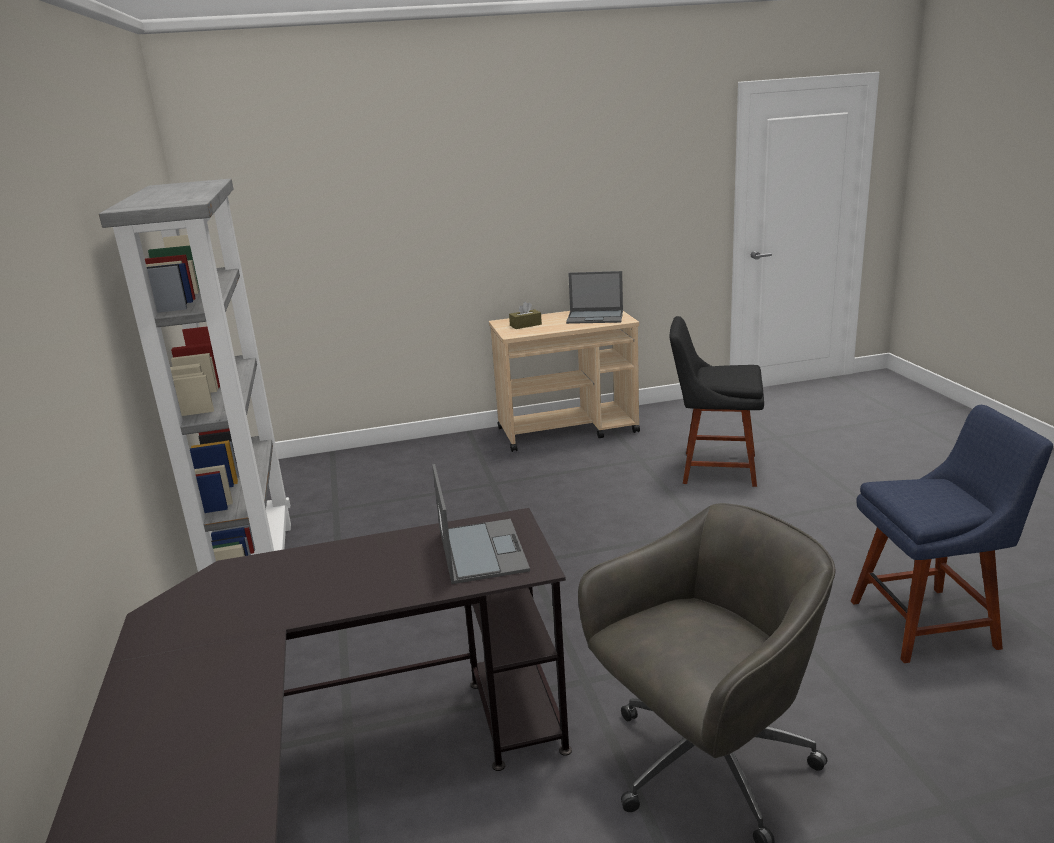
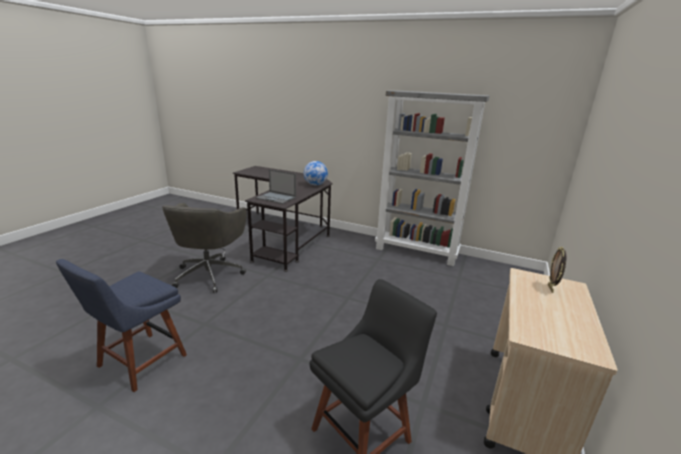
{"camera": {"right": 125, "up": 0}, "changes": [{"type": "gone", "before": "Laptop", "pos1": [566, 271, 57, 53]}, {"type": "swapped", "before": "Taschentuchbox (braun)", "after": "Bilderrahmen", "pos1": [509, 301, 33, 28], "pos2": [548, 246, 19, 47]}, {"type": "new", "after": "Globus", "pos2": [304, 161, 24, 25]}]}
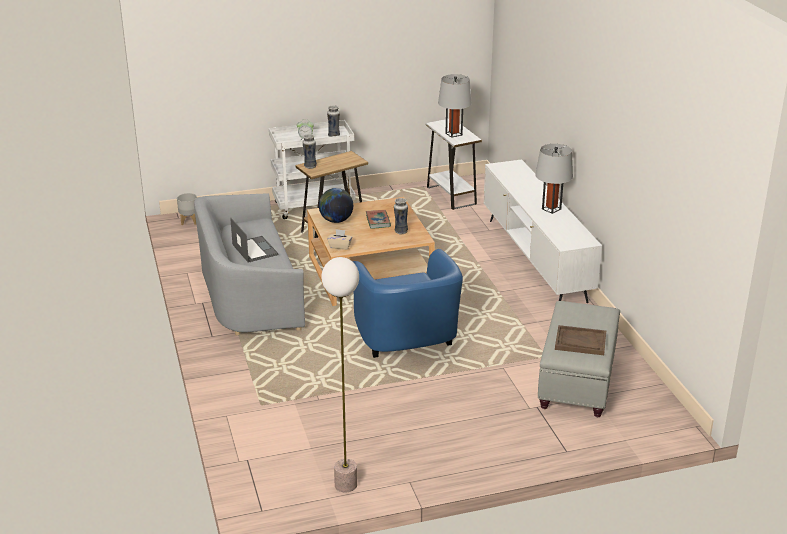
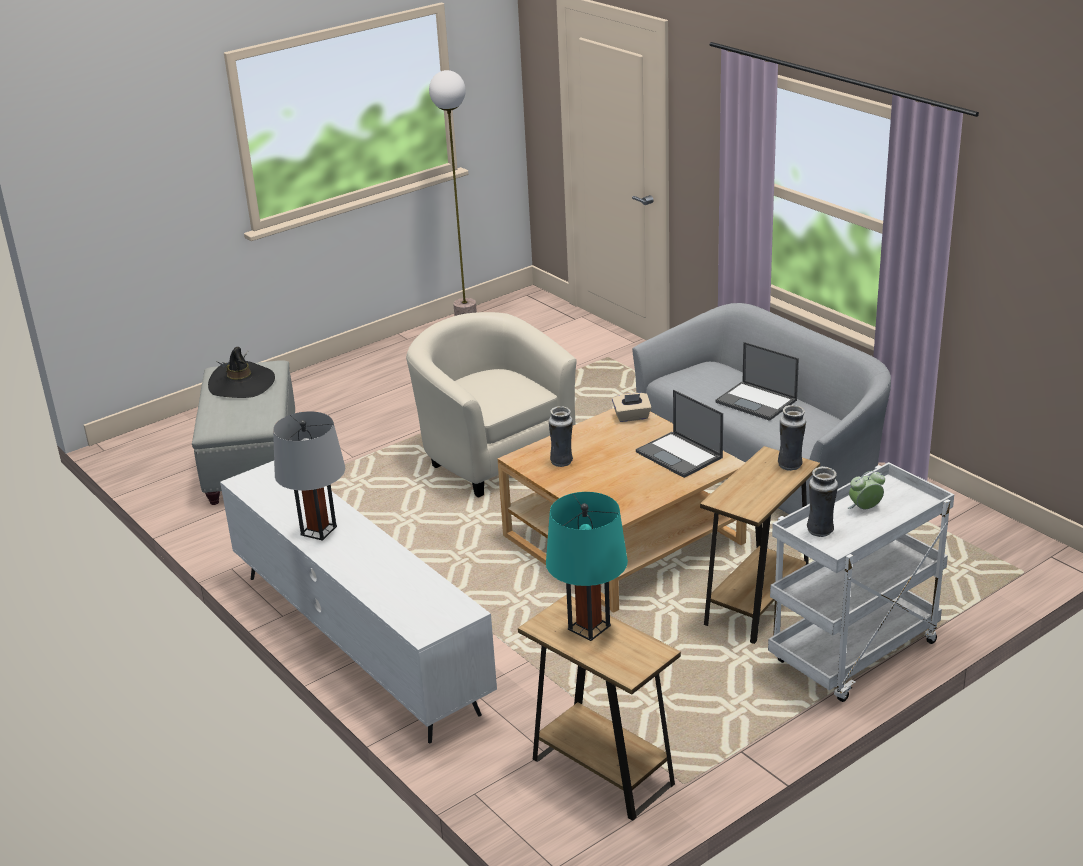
{"camera": {"right": 160, "up": 0}, "changes": [{"type": "repainted", "before": "Tischlampe (grau)", "after": "Tischlampe (türkis)", "pos1": [438, 74, 34, 64], "pos2": [546, 492, 82, 149]}, {"type": "repainted", "before": "Beistelltisch (weiß)", "after": "Beistelltisch (braun)", "pos1": [426, 119, 56, 91], "pos2": [518, 594, 163, 227]}, {"type": "swapped", "before": "Globus", "after": "Laptop", "pos1": [319, 188, 34, 35], "pos2": [636, 390, 87, 88]}, {"type": "gone", "before": "Pflanzkübel (grau)", "pos1": [177, 193, 20, 32]}, {"type": "gone", "before": "Buch", "pos1": [366, 210, 25, 19]}, {"type": "repainted", "before": "Sessel (blau)", "after": "Sessel (beige)", "pos1": [352, 249, 111, 109], "pos2": [406, 312, 171, 186]}, {"type": "swapped", "before": "Tablett (braun)", "after": "Hut (schwarz)", "pos1": [555, 325, 51, 30], "pos2": [208, 347, 67, 51]}]}
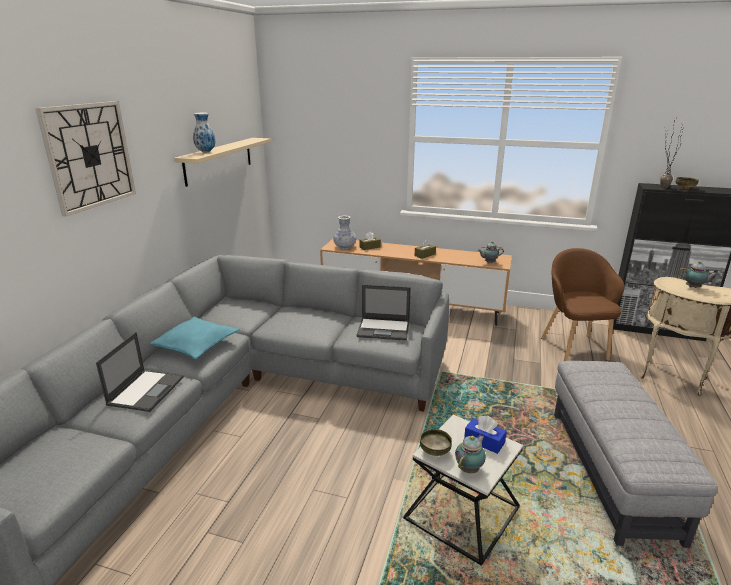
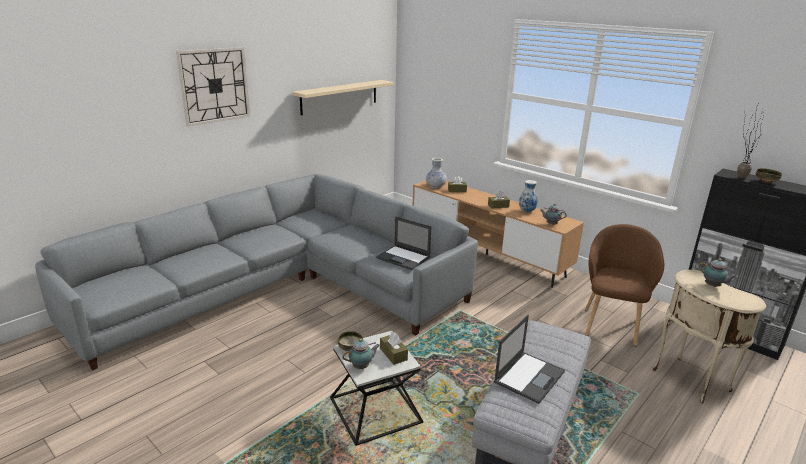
{"camera": {"right": 25, "up": 0}, "changes": [{"type": "shifted", "before": "Vase", "pos1": [193, 113, 22, 39], "pos2": [519, 180, 19, 32]}, {"type": "gone", "before": "Kissen (türkis)", "pos1": [150, 317, 90, 42]}, {"type": "shifted", "before": "Laptop", "pos1": [96, 332, 87, 80], "pos2": [494, 315, 71, 89]}, {"type": "repainted", "before": "Taschentuchbox (blau)", "after": "Taschentuchbox (braun)", "pos1": [464, 416, 43, 38], "pos2": [380, 332, 28, 33]}]}
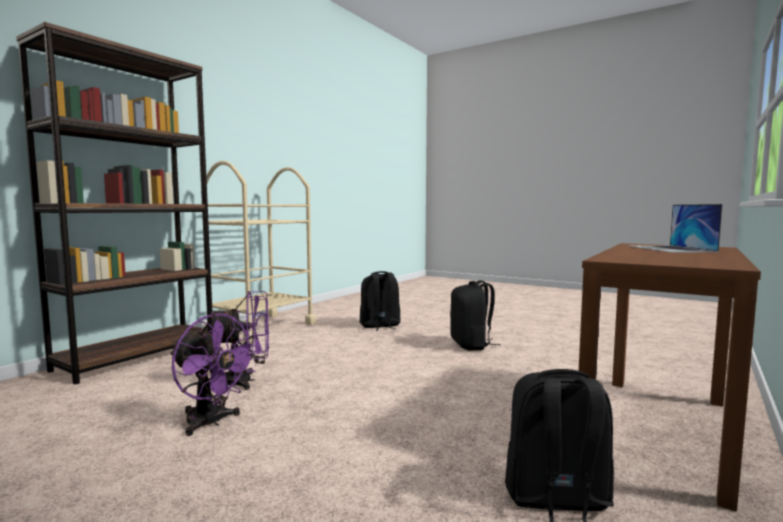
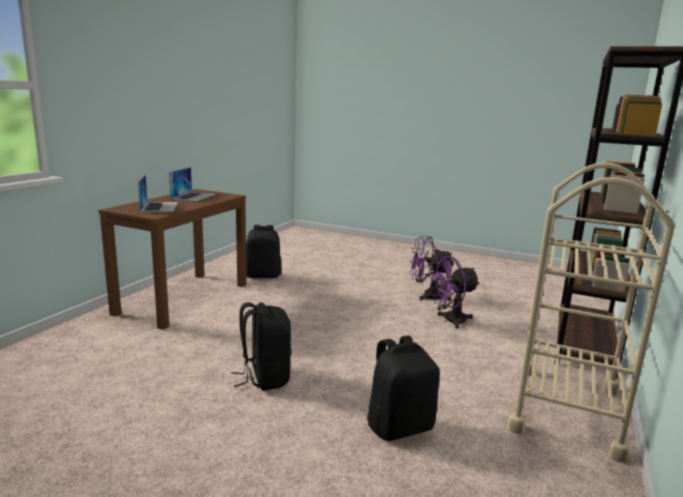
{"camera": {"right": 170, "up": 10}, "changes": [{"type": "new", "after": "Laptop", "pos2": [169, 167, 46, 34]}]}
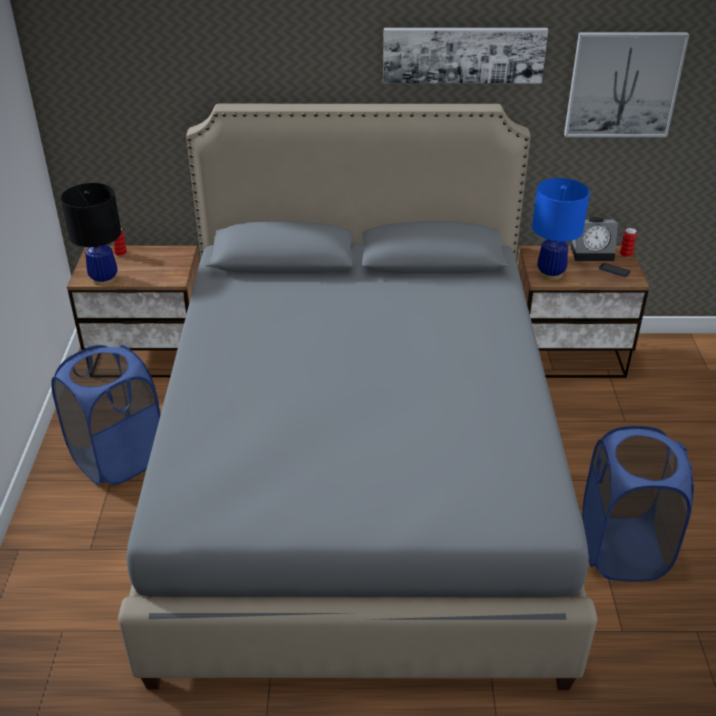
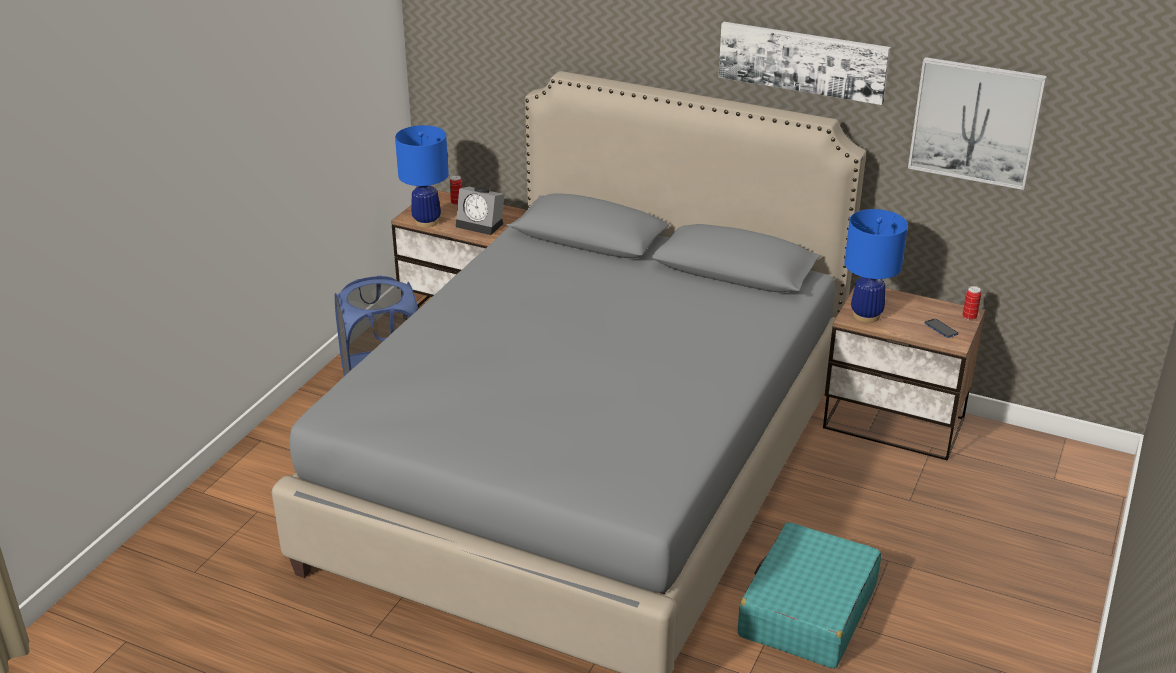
{"camera": {"right": 25, "up": -5}, "changes": [{"type": "repainted", "before": "Tischlampe (schwarz)", "after": "Tischlampe (blau)", "pos1": [61, 183, 60, 103], "pos2": [395, 125, 54, 102]}, {"type": "shifted", "before": "Wecker", "pos1": [571, 217, 47, 44], "pos2": [456, 187, 49, 48]}, {"type": "swapped", "before": "Wäschekorb (blau)", "after": "Koffer (türkis)", "pos1": [582, 426, 112, 156], "pos2": [738, 522, 143, 147]}]}
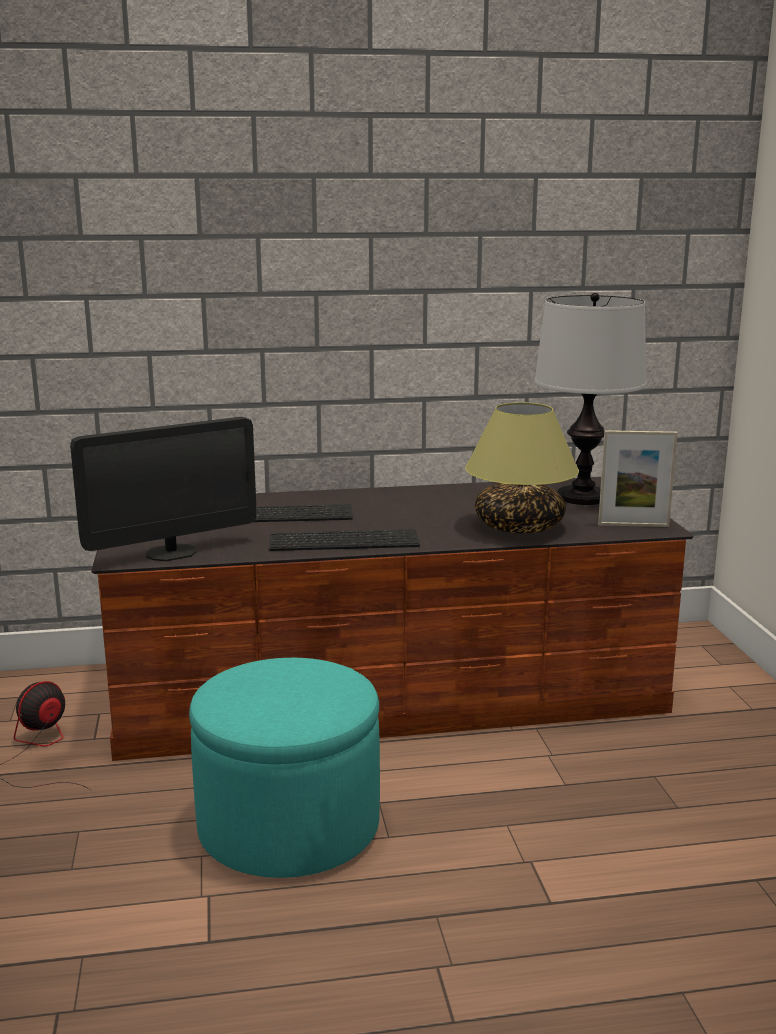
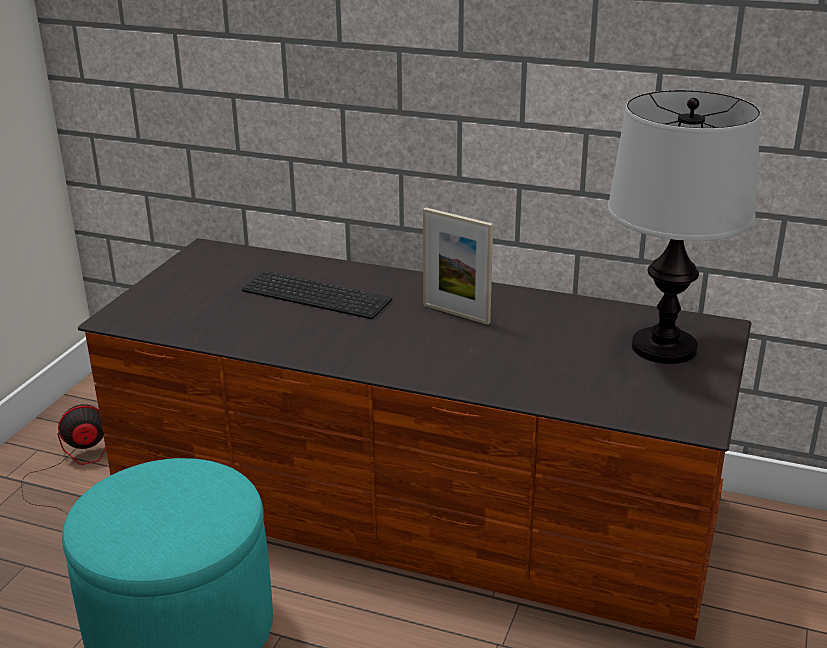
{"camera": {"right": 30, "up": 10}, "changes": [{"type": "gone", "before": "Tischlampe", "pos1": [465, 402, 114, 132]}, {"type": "gone", "before": "Monitor", "pos1": [70, 417, 186, 144]}, {"type": "shifted", "before": "Bilderrahmen", "pos1": [598, 430, 79, 97], "pos2": [423, 207, 70, 118]}, {"type": "gone", "before": "Tastatur", "pos1": [269, 529, 151, 22]}]}
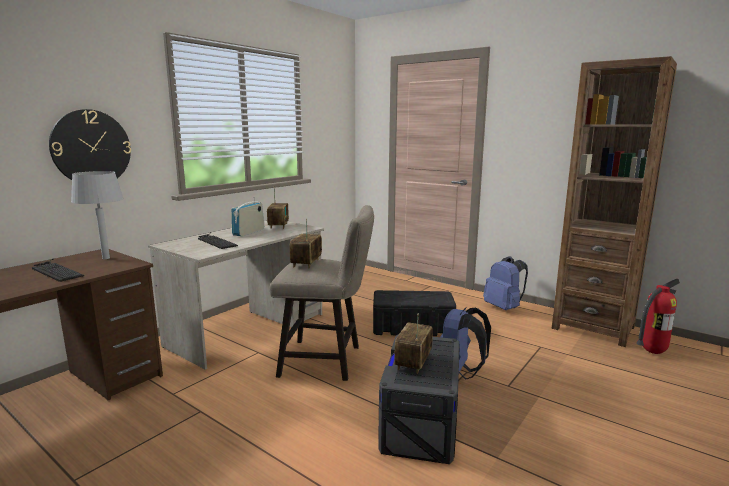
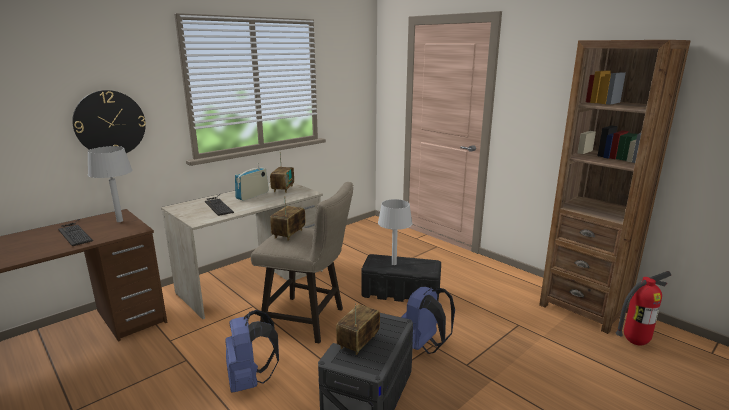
{"camera": {"right": 10, "up": 5}, "changes": [{"type": "shifted", "before": "Rucksack (blau)", "pos1": [483, 256, 45, 54], "pos2": [225, 310, 54, 83]}, {"type": "new", "after": "Tischlampe (grau)", "pos2": [378, 199, 35, 66]}]}
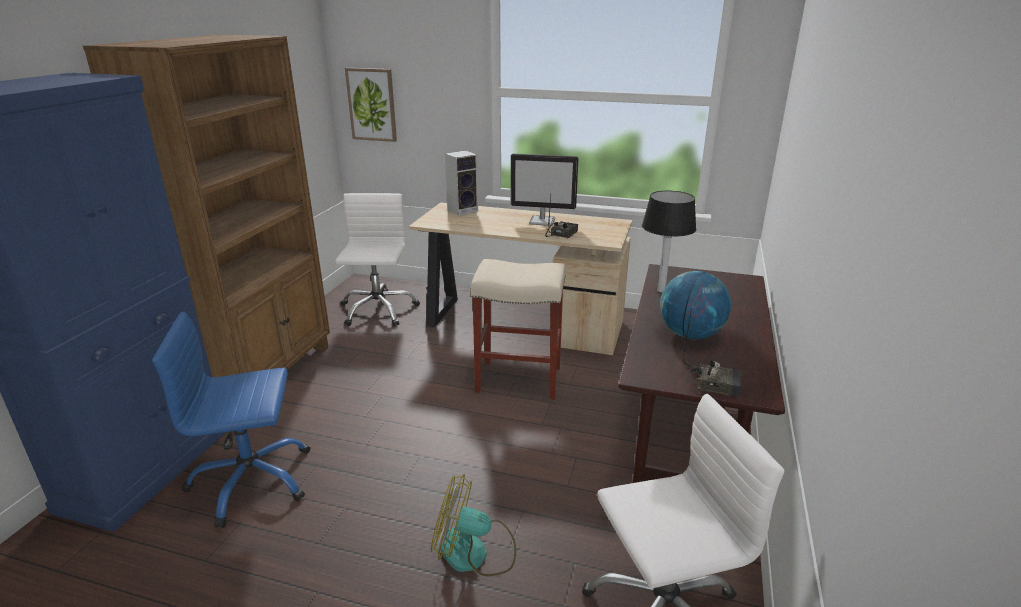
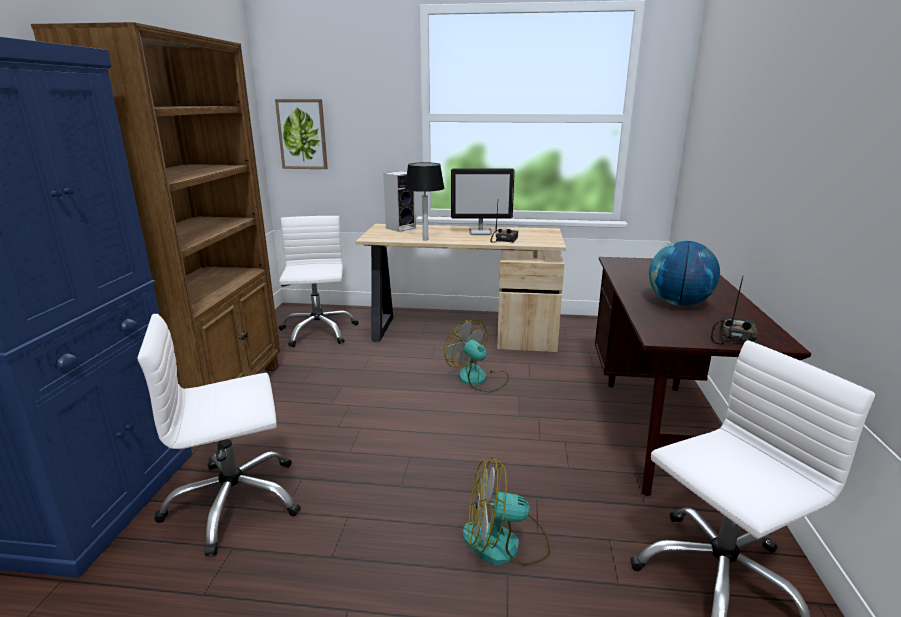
{"camera": {"right": -10, "up": -5}, "changes": [{"type": "shifted", "before": "Tischlampe", "pos1": [642, 191, 54, 101], "pos2": [405, 162, 40, 79]}, {"type": "swapped", "before": "Hocker (beige)", "after": "Ventilator", "pos1": [470, 259, 96, 140], "pos2": [444, 319, 65, 73]}, {"type": "rotated", "before": "Radio", "pos1": [683, 308, 59, 89], "pos2": [711, 277, 47, 68], "turn": -75}, {"type": "repainted", "before": "Bürostuhl (blau)", "after": "Bürostuhl (weiß)", "pos1": [152, 312, 158, 216], "pos2": [137, 314, 164, 242]}]}
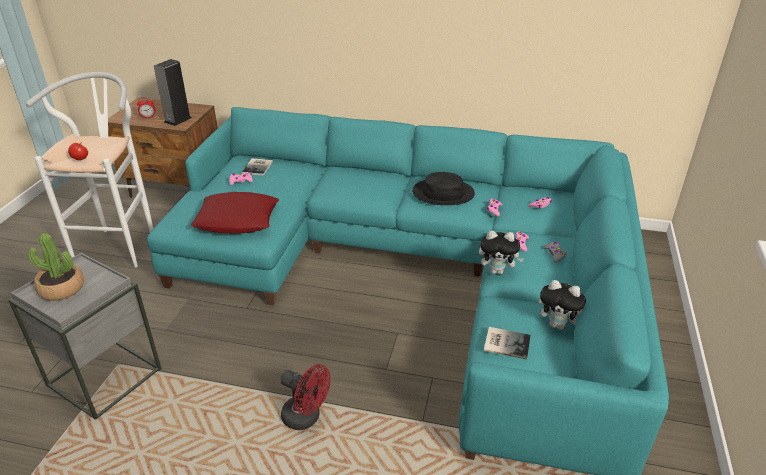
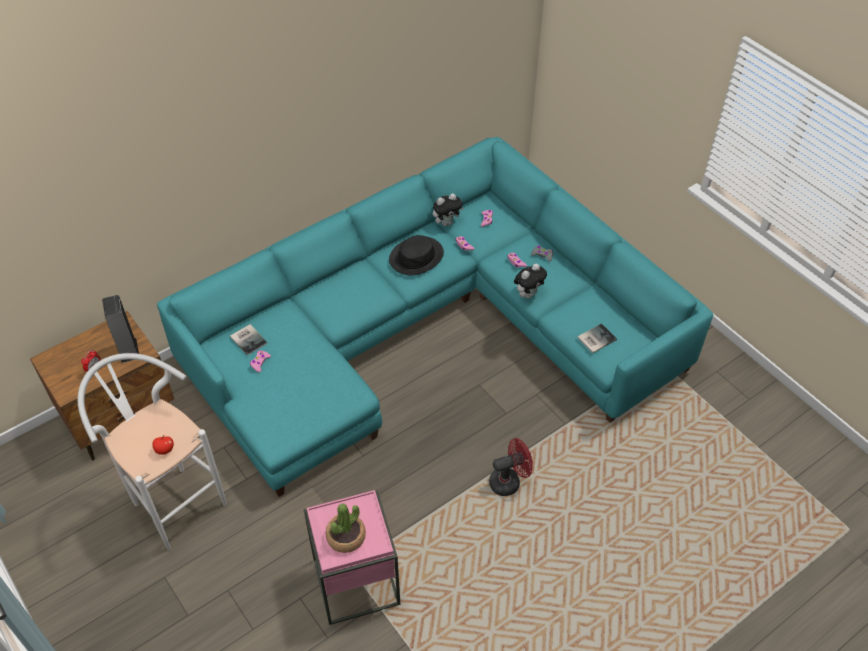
{"camera": {"right": -50, "up": 15}, "changes": [{"type": "gone", "before": "Kissen (rot)", "pos1": [191, 192, 88, 42]}, {"type": "repainted", "before": "Beistelltisch (grau)", "after": "Beistelltisch (rosa)", "pos1": [8, 253, 154, 167], "pos2": [304, 490, 96, 135]}, {"type": "shifted", "before": "Plüschtier", "pos1": [539, 280, 47, 50], "pos2": [433, 193, 31, 33]}]}
